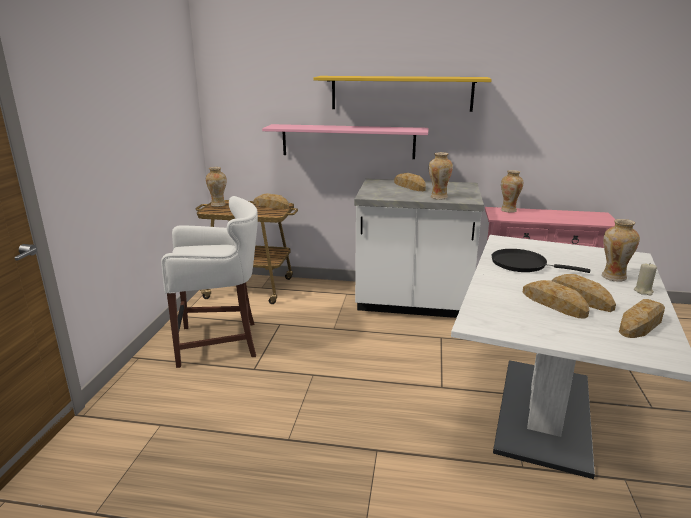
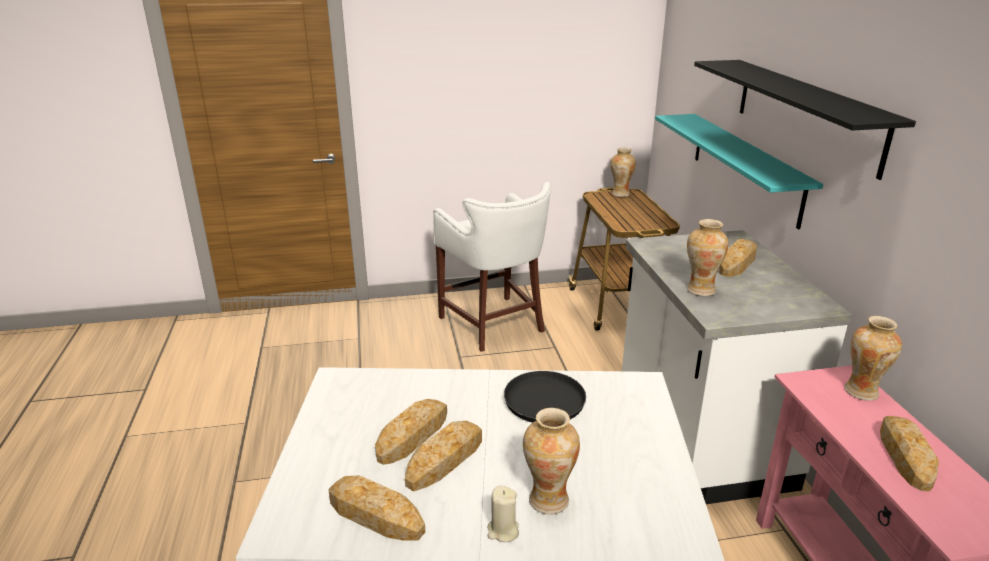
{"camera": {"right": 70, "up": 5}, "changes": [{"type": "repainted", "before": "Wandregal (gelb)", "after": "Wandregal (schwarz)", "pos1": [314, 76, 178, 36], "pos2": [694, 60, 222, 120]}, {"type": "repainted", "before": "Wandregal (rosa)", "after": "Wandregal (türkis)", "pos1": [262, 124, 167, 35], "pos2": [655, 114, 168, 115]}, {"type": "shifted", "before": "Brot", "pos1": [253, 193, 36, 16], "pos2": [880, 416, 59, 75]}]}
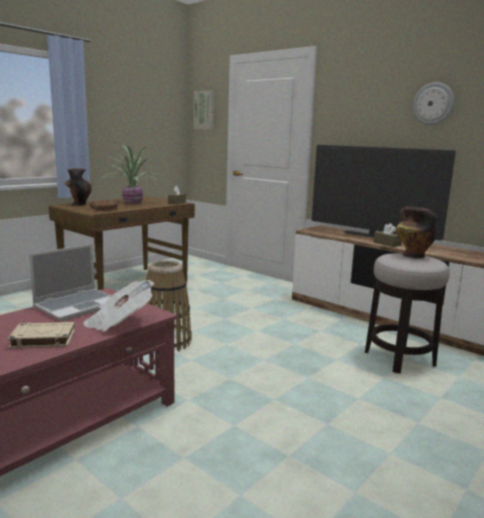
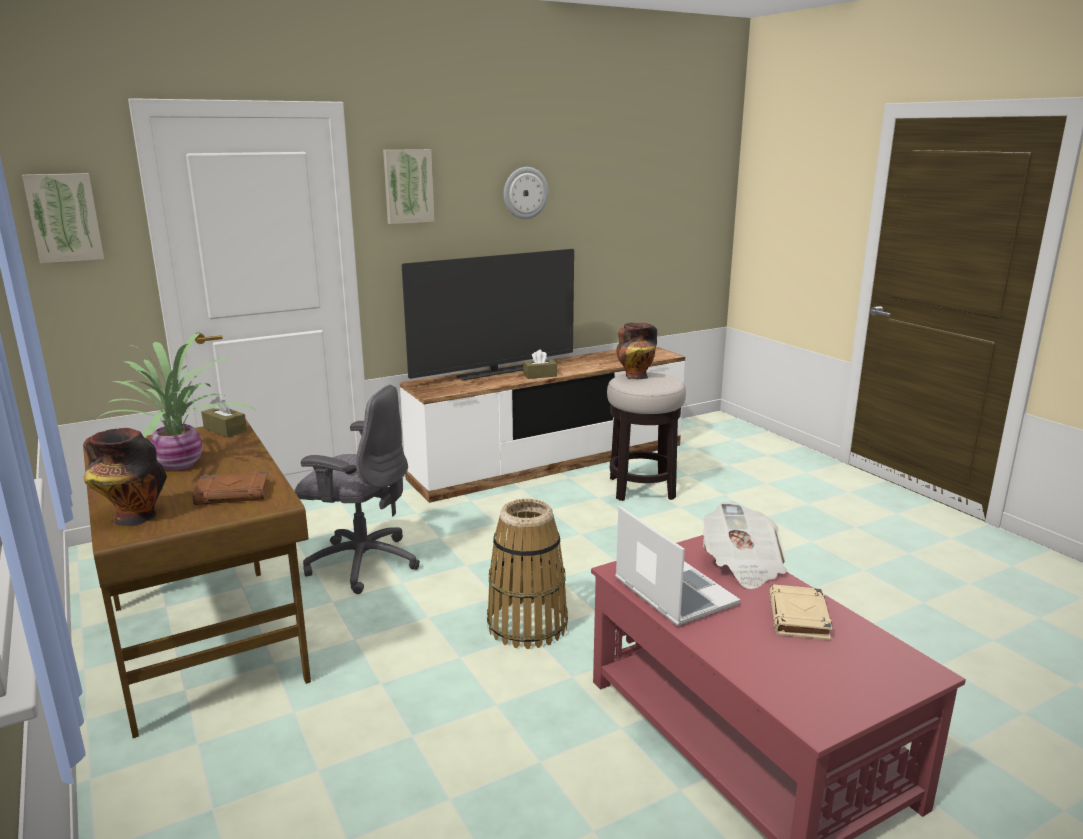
{"camera": {"right": -70, "up": 5}, "changes": [{"type": "new", "after": "Bild", "pos2": [383, 149, 52, 75]}, {"type": "new", "after": "Bürostuhl (grau)", "pos2": [294, 385, 126, 209]}]}
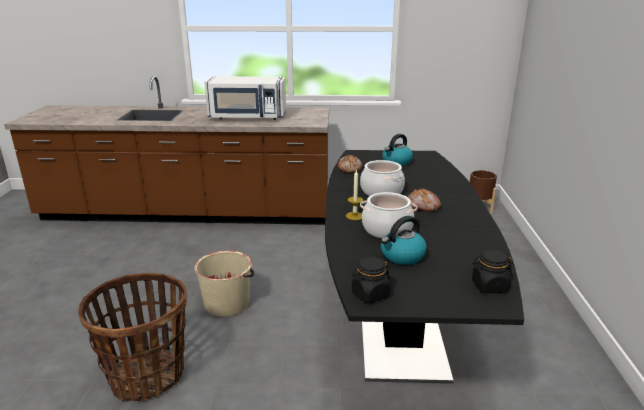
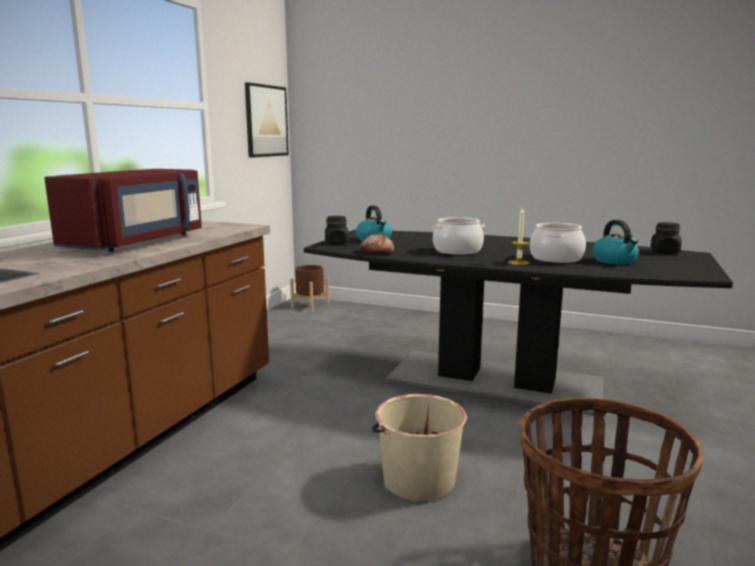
{"camera": {"right": -70, "up": -10}, "changes": [{"type": "repainted", "before": "Mikrowelle (weiß)", "after": "Mikrowelle (rot)", "pos1": [204, 76, 82, 44], "pos2": [44, 169, 158, 83]}, {"type": "gone", "before": "Brot", "pos1": [408, 188, 33, 23]}, {"type": "shifted", "before": "Vorratsglas (schwarz)", "pos1": [352, 257, 38, 46], "pos2": [325, 216, 24, 29]}, {"type": "new", "after": "Bild", "pos2": [245, 82, 44, 76]}]}
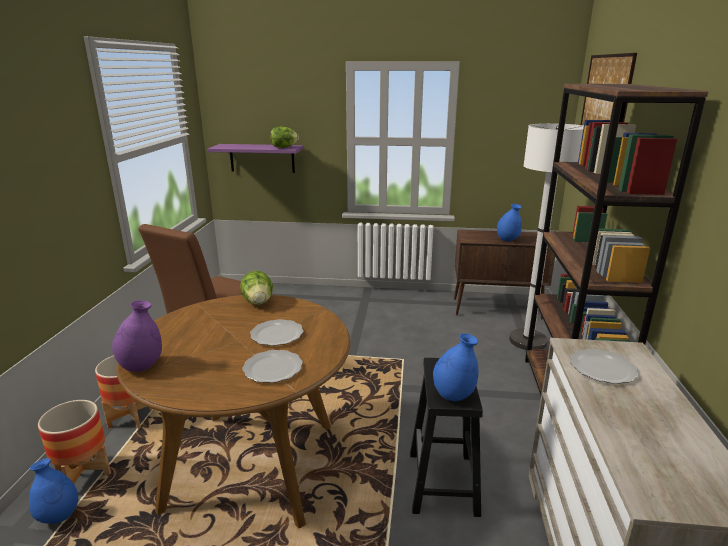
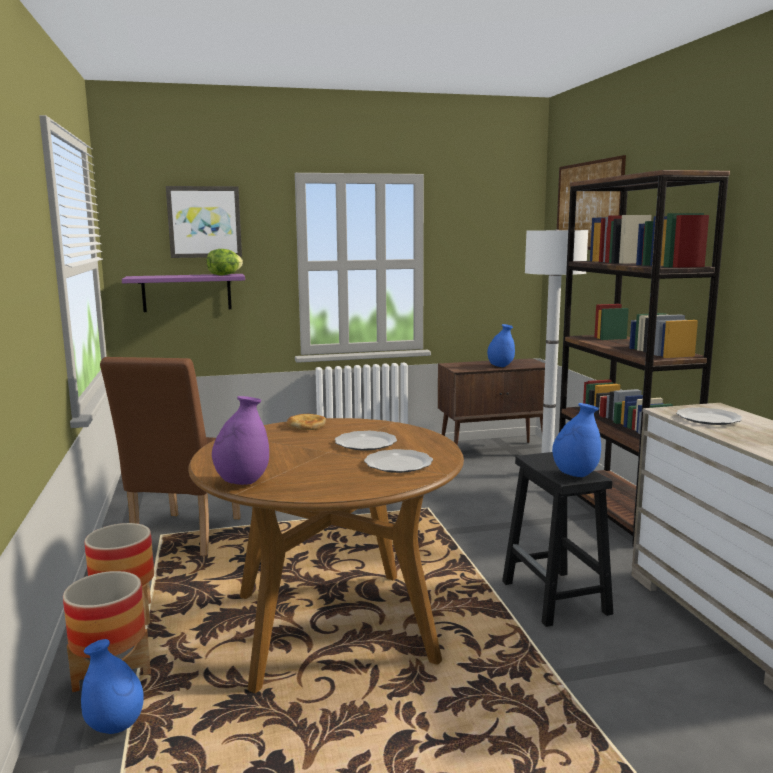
{"camera": {"right": -20, "up": -10}, "changes": [{"type": "swapped", "before": "Salatkopf", "after": "Brot", "pos1": [240, 271, 33, 34], "pos2": [287, 414, 39, 16]}, {"type": "new", "after": "Bild", "pos2": [166, 186, 76, 72]}]}
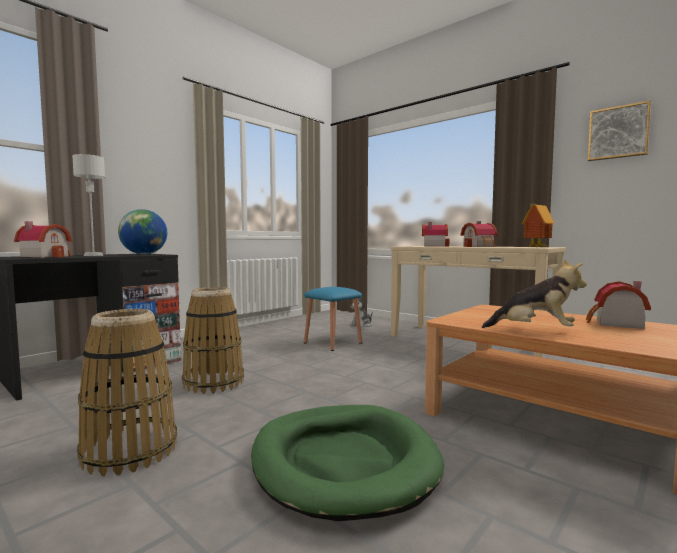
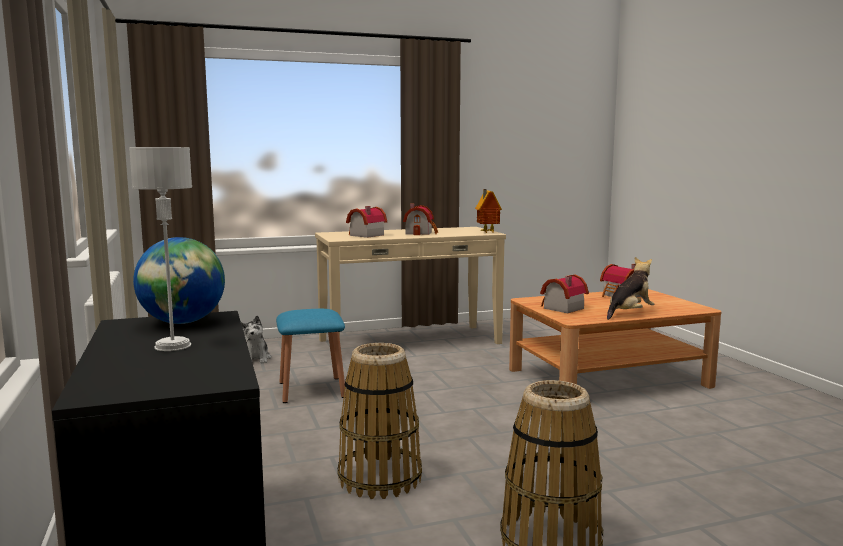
{"camera": {"right": -60, "up": 5}, "changes": [{"type": "gone", "before": "Bild", "pos1": [588, 100, 63, 61]}, {"type": "shifted", "before": "Spielzeughaus", "pos1": [14, 221, 58, 37], "pos2": [540, 275, 49, 38]}, {"type": "gone", "before": "Hundebett (grün)", "pos1": [251, 405, 193, 116]}]}
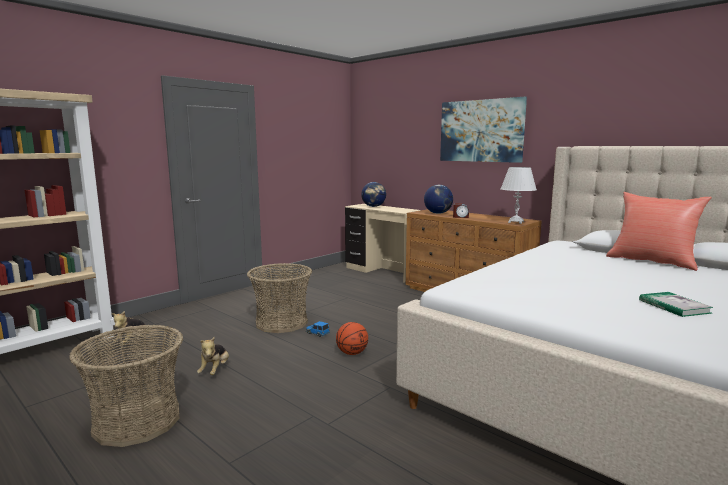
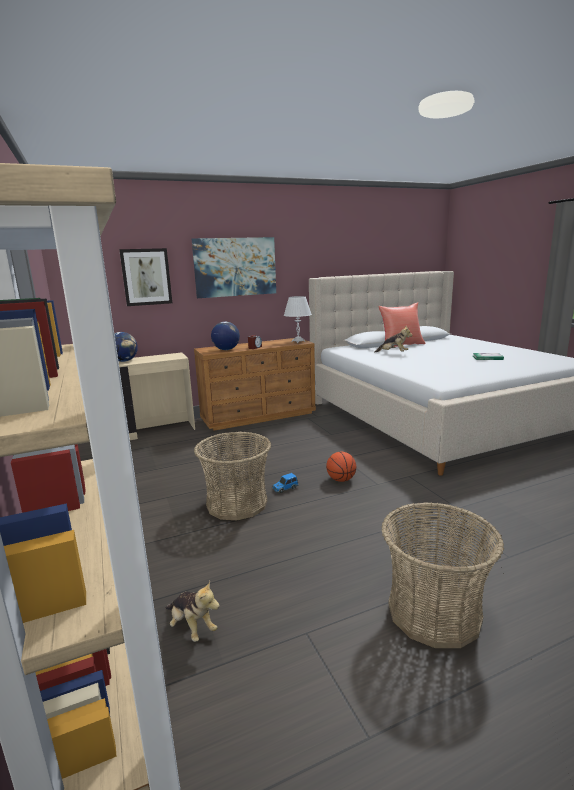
{"camera": {"right": -65, "up": 5}, "changes": [{"type": "shifted", "before": "Plüschtier", "pos1": [197, 336, 32, 39], "pos2": [375, 326, 37, 26]}, {"type": "new", "after": "Bild", "pos2": [119, 248, 53, 58]}]}
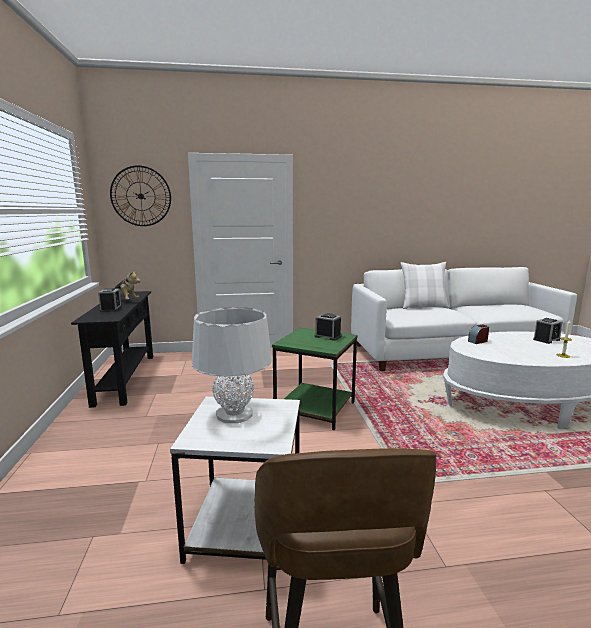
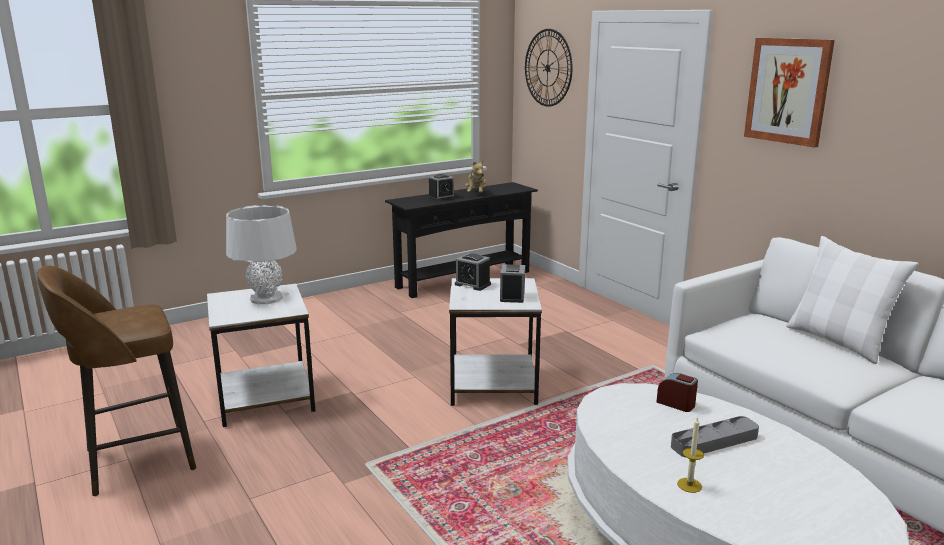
{"camera": {"right": 65, "up": 5}, "changes": [{"type": "shifted", "before": "Wecker", "pos1": [533, 318, 30, 26], "pos2": [455, 253, 36, 38]}, {"type": "repainted", "before": "Beistelltisch (grün)", "after": "Beistelltisch (weiß)", "pos1": [272, 328, 85, 102], "pos2": [449, 278, 93, 128]}, {"type": "new", "after": "Bild", "pos2": [744, 38, 91, 109]}, {"type": "new", "after": "Tablett (grau)", "pos2": [671, 416, 88, 41]}]}
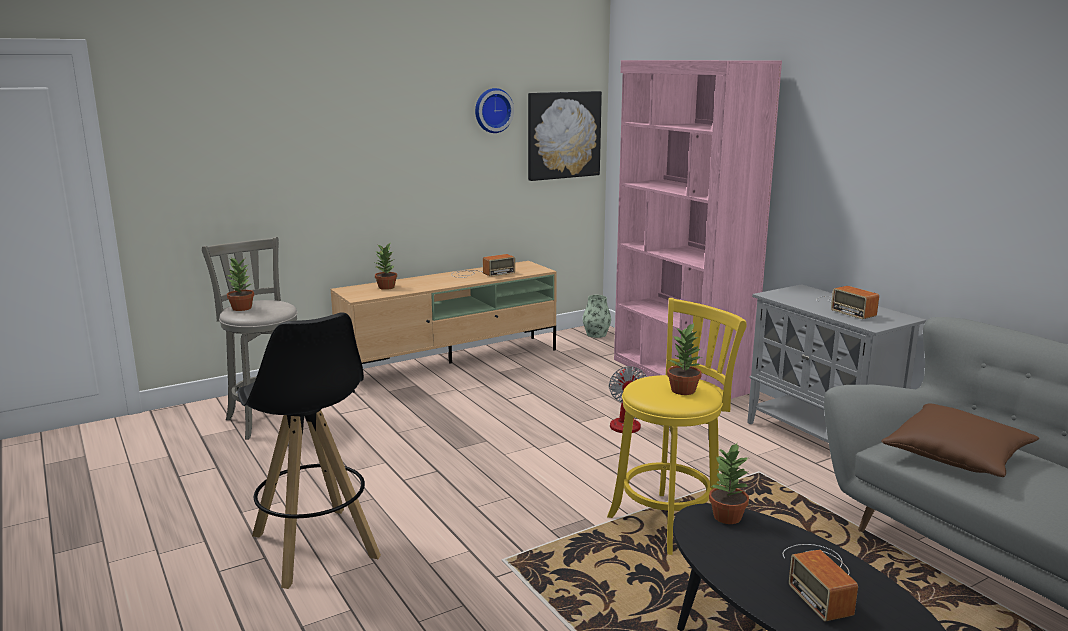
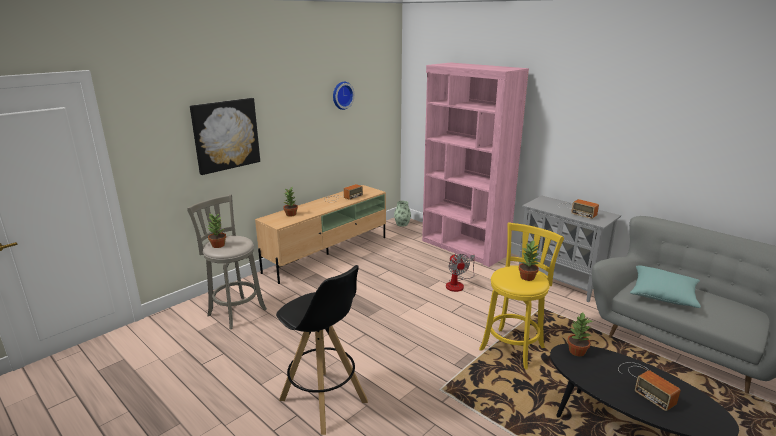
{"camera": {"right": -15, "up": 5}, "changes": [{"type": "shifted", "before": "Bild", "pos1": [528, 91, 74, 90], "pos2": [190, 98, 70, 77]}, {"type": "repainted", "before": "Kissen (braun)", "after": "Kissen (türkis)", "pos1": [881, 403, 158, 74], "pos2": [630, 265, 71, 43]}]}
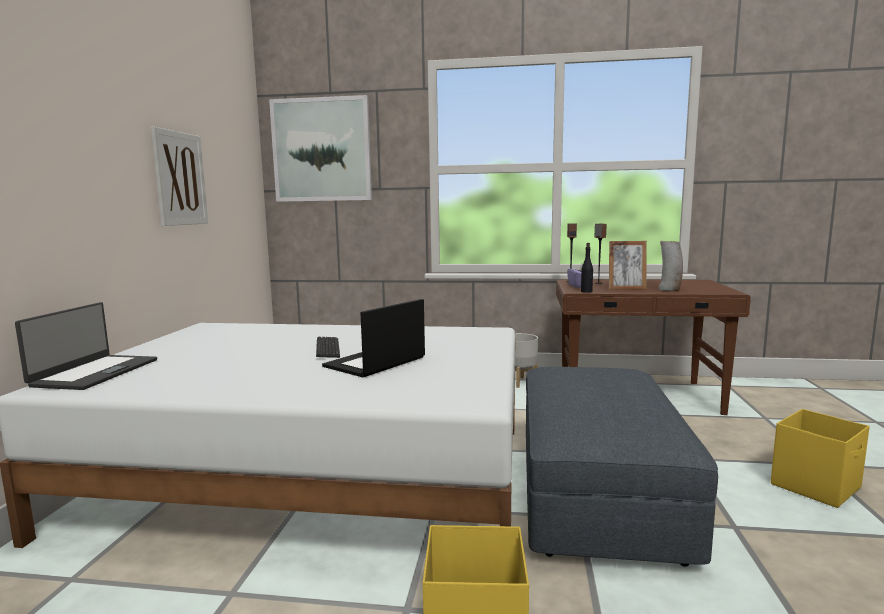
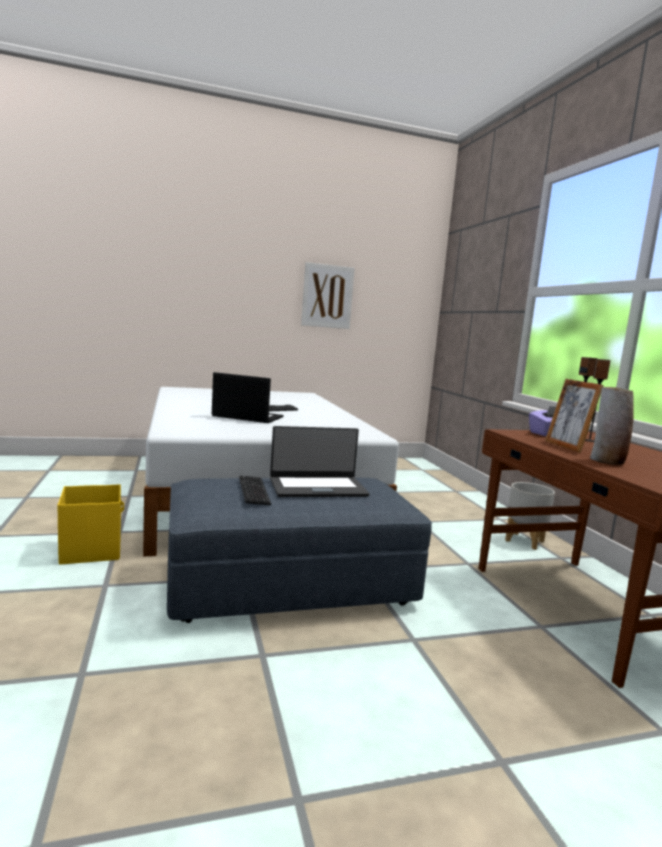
{"camera": {"right": 65, "up": 0}, "changes": [{"type": "gone", "before": "Bild", "pos1": [269, 95, 103, 107]}, {"type": "gone", "before": "Flasche (schwarz)", "pos1": [581, 243, 12, 50]}, {"type": "shifted", "before": "Laptop", "pos1": [15, 302, 142, 88], "pos2": [270, 426, 100, 71]}, {"type": "gone", "before": "Aufbewahrungsbox (gelb)", "pos1": [771, 409, 99, 99]}, {"type": "new", "after": "Tastatur", "pos2": [239, 476, 32, 29]}]}
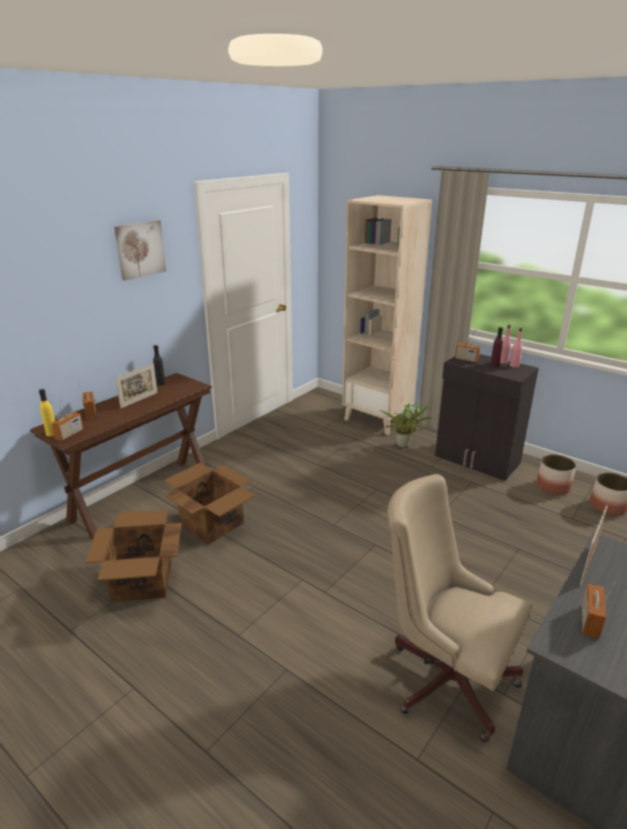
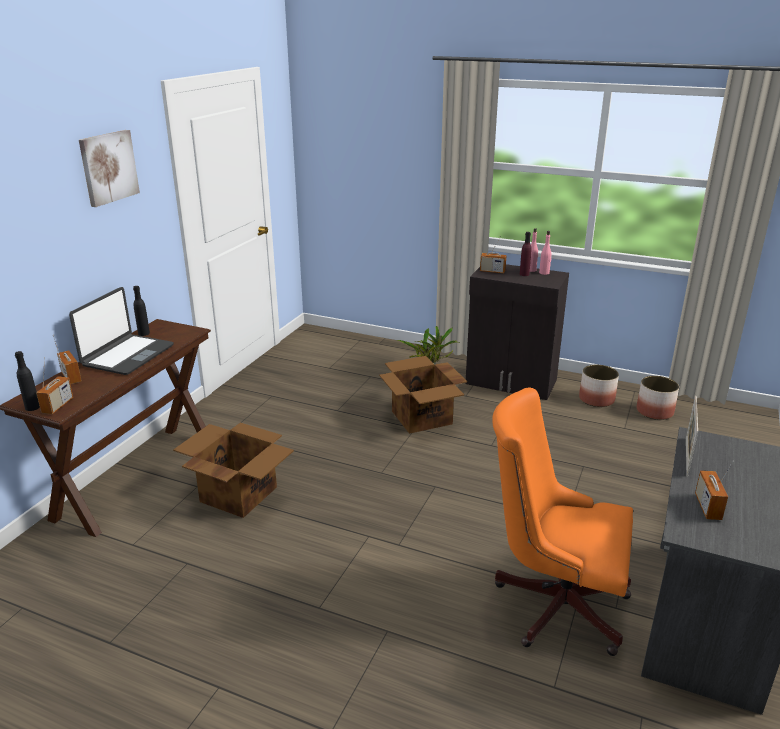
{"camera": {"right": -15, "up": 0}, "changes": [{"type": "gone", "before": "Bücherregal (beige)", "pos1": [342, 195, 90, 240]}, {"type": "swapped", "before": "Bilderrahmen", "after": "Laptop", "pos1": [115, 363, 43, 45], "pos2": [69, 287, 105, 88]}, {"type": "repainted", "before": "Flasche (gelb)", "after": "Flasche (schwarz)", "pos1": [39, 389, 16, 47], "pos2": [15, 351, 25, 60]}, {"type": "repainted", "before": "Bürostuhl (beige)", "after": "Bürostuhl (orange)", "pos1": [388, 474, 143, 268], "pos2": [492, 387, 141, 269]}, {"type": "shifted", "before": "Karton", "pos1": [85, 510, 97, 92], "pos2": [379, 356, 88, 78]}]}
